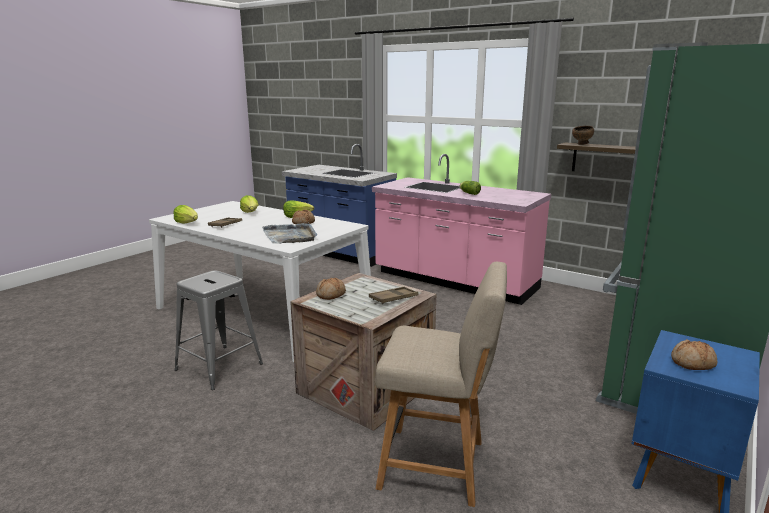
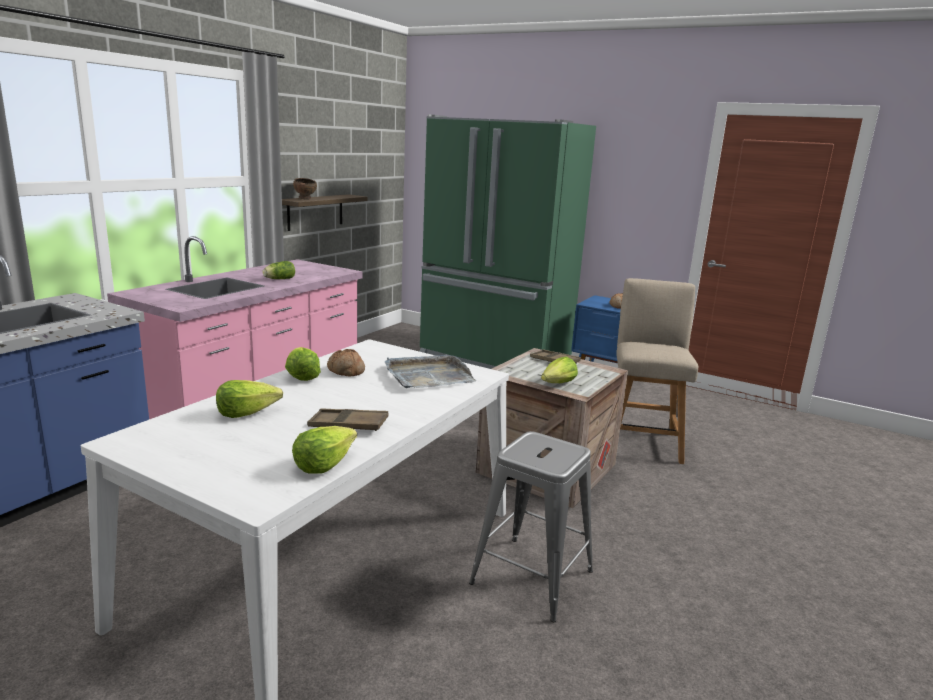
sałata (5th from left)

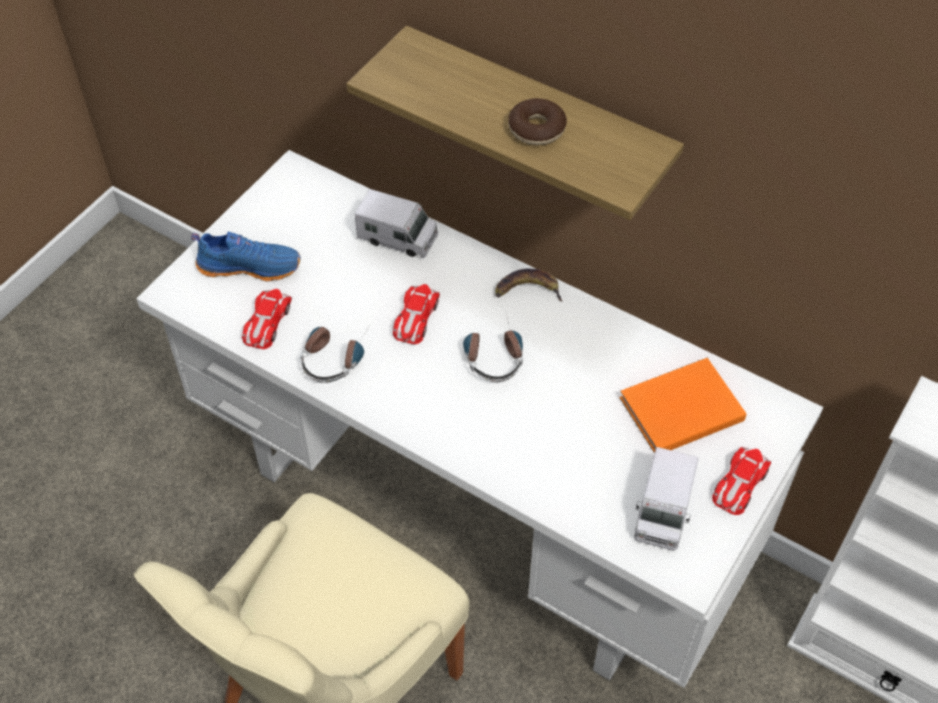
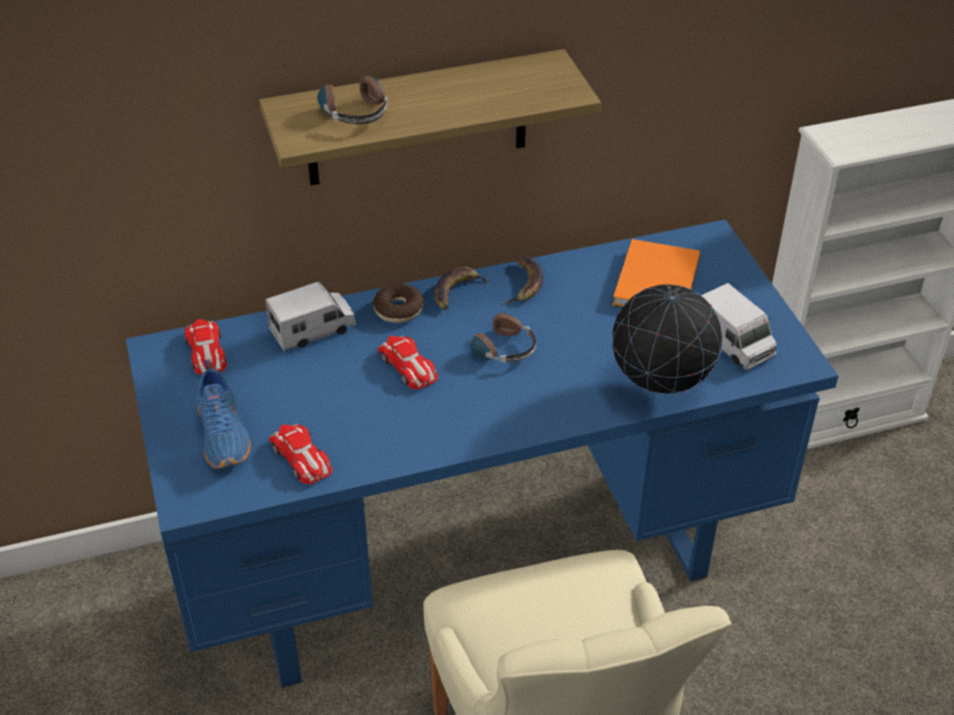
banan (2nd from left); globus; słuchawki (1st from left); donut; samochodzik (1st from left); biurko [niebieski]; but [niebieski]

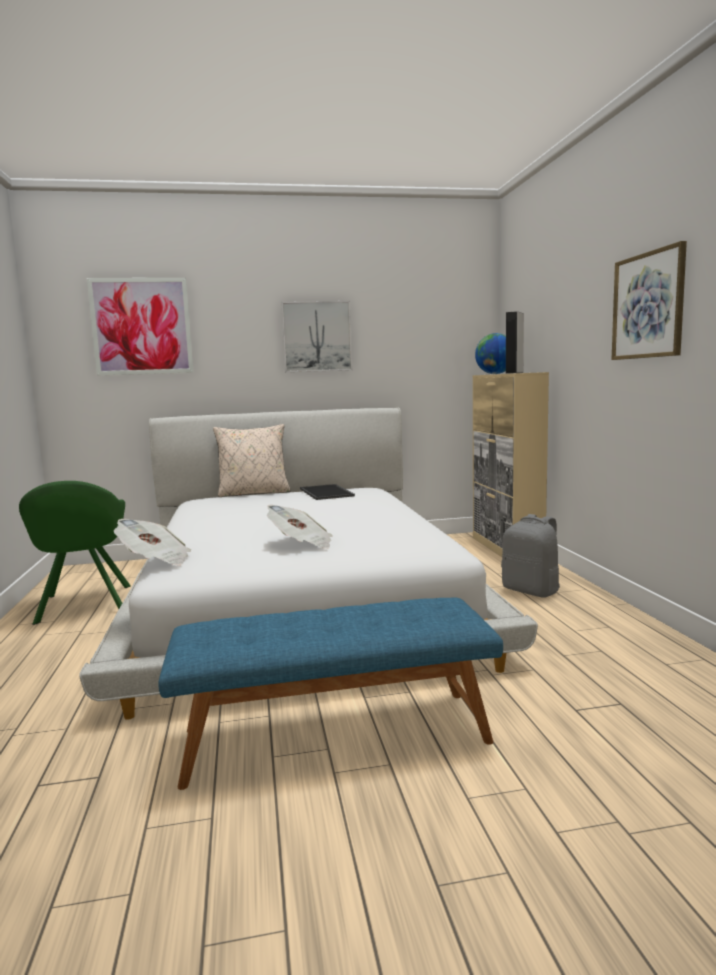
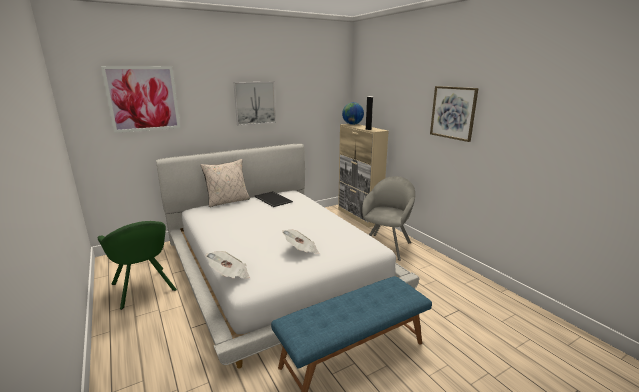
fotel [szary]

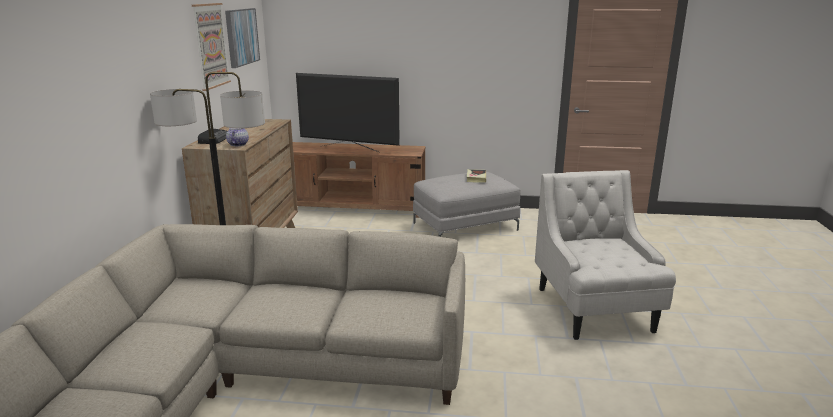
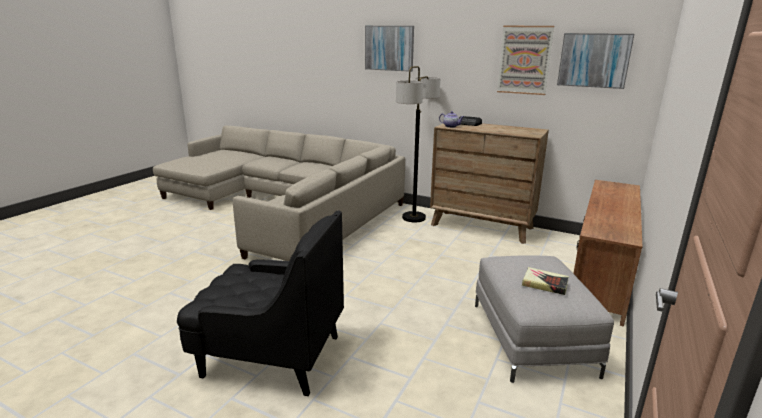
telewizor; obraz (1st from left); fotel [czarny]

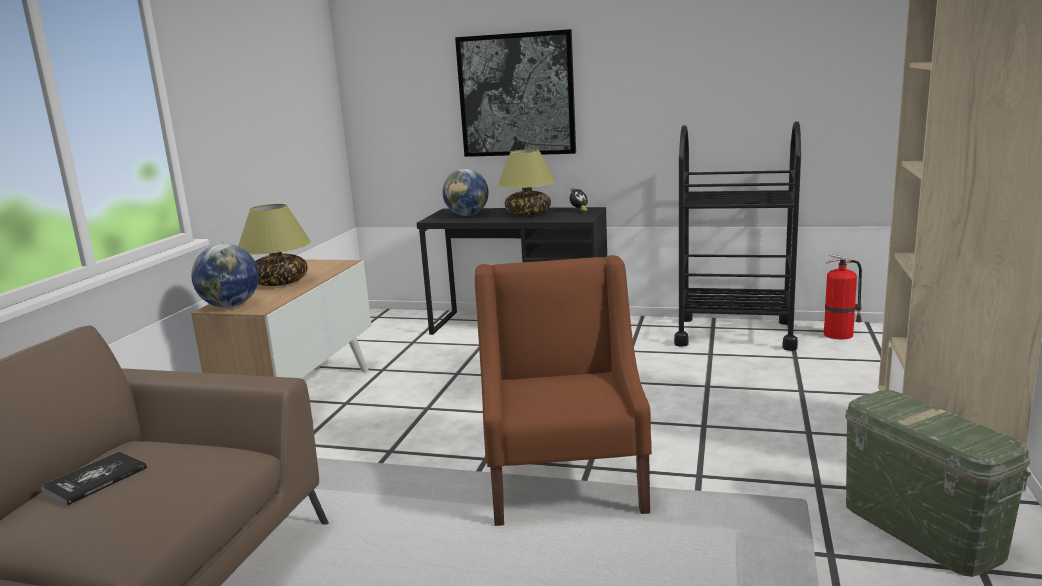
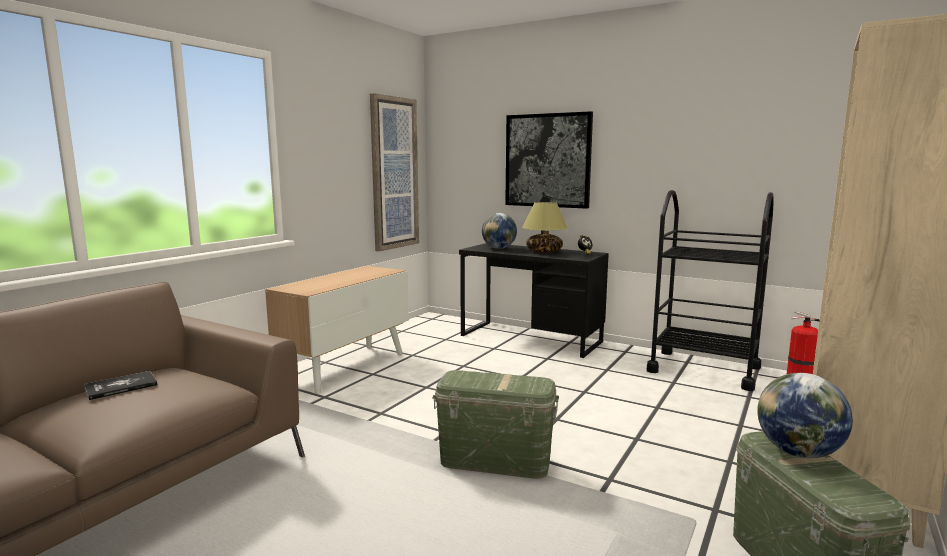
lampa stołowa (1st from left in the first image); obraz (1st from left); globus (2nd from left); pojemnik do przechowywania [zielony] (1st from left)

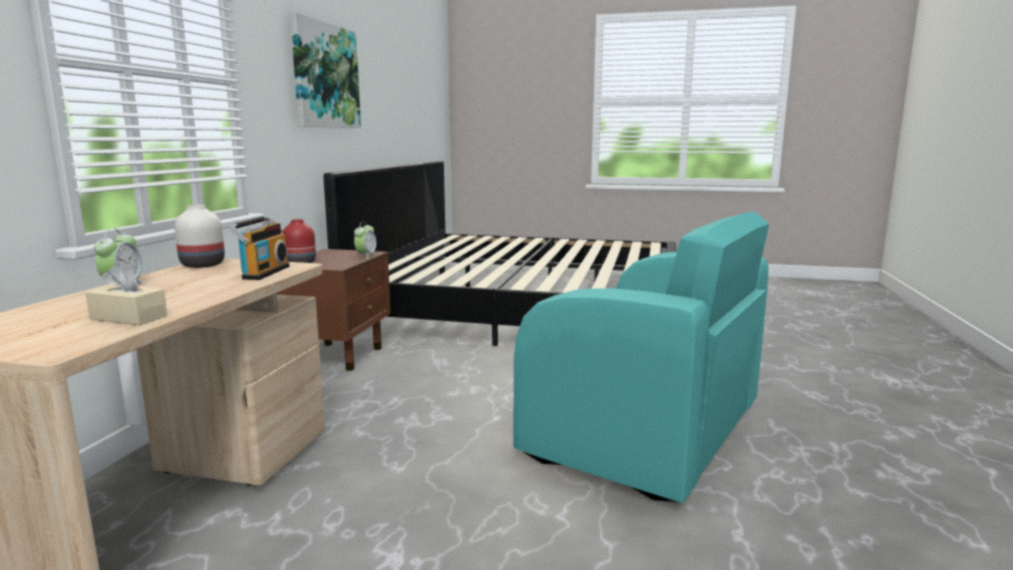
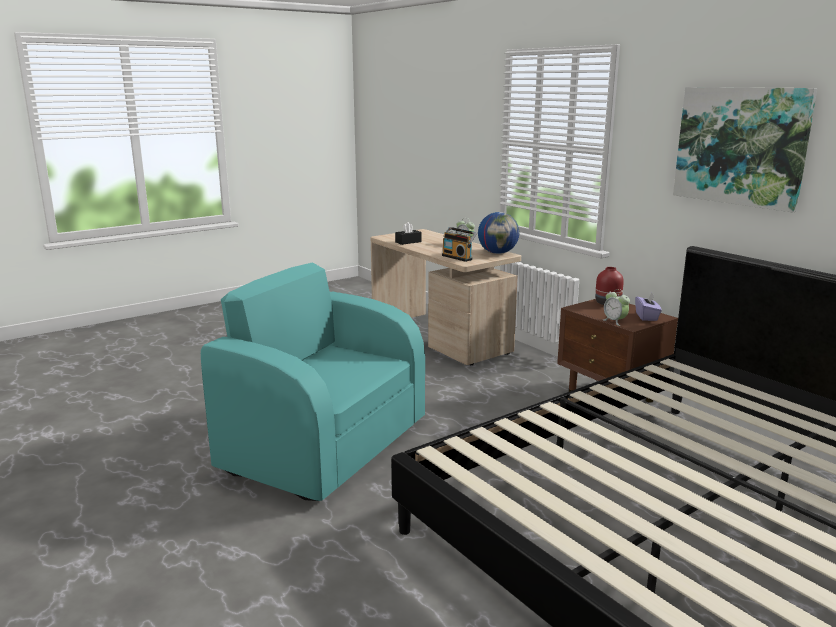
pudełko chusteczek [fioletowy]; globus; pudełko chusteczek [czarny]; fotel [turkusowy]

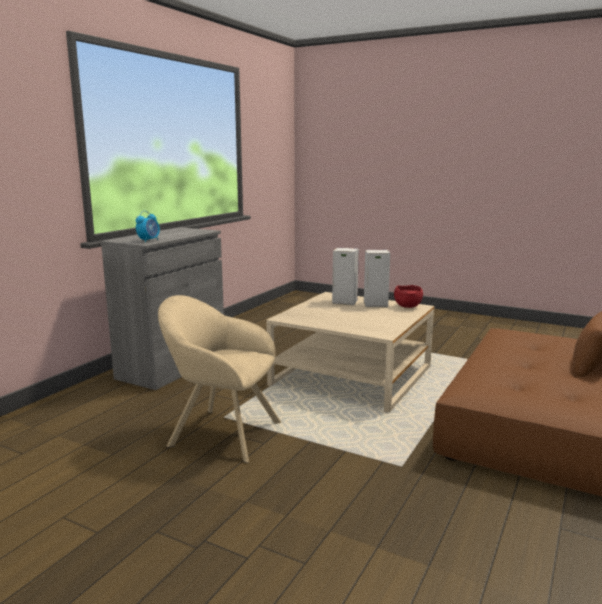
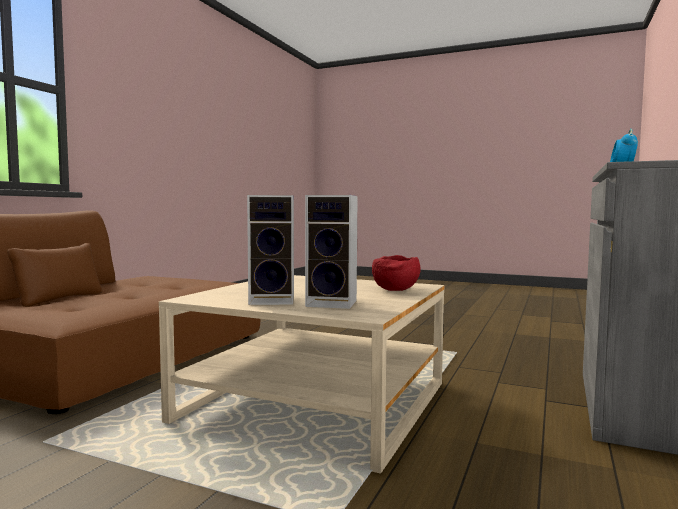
fotel [beżowy]; miska [czerwony]

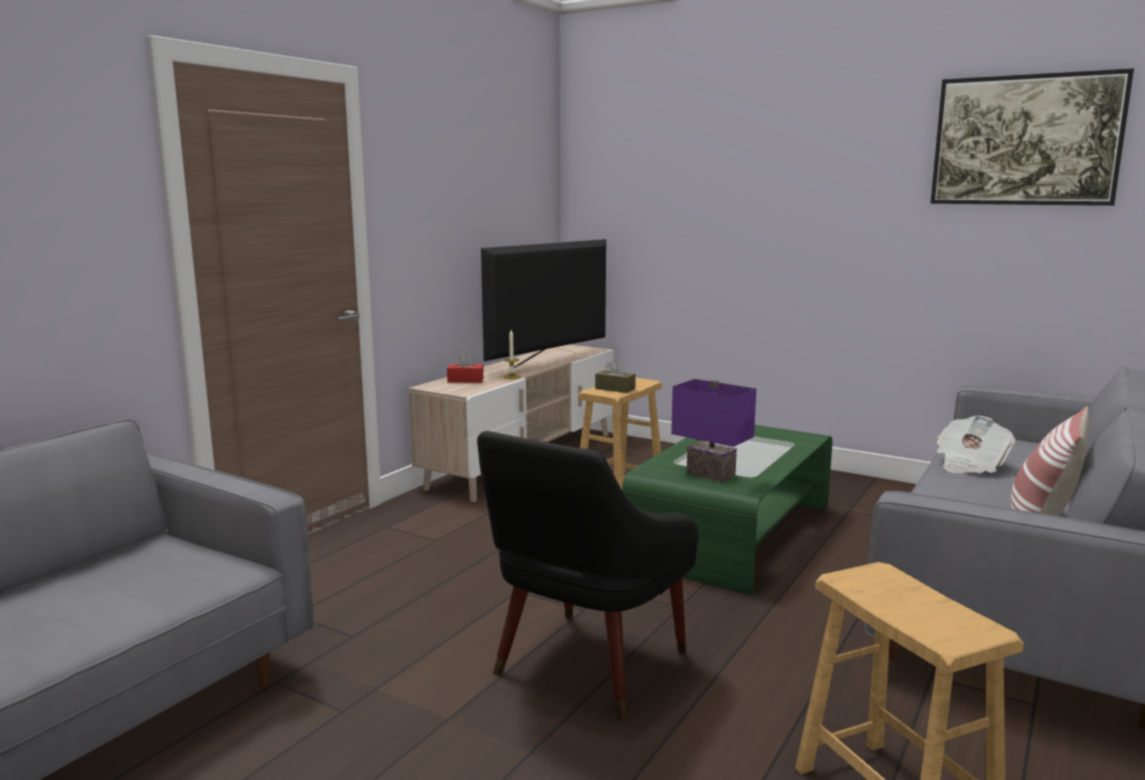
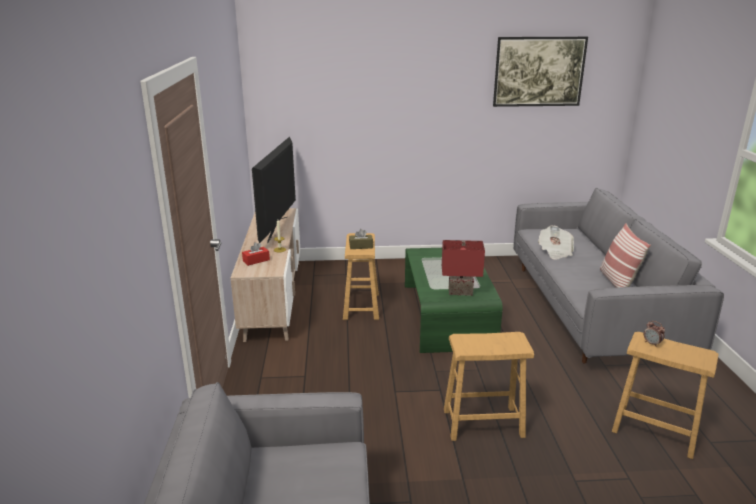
budzik; stołek [brązowy] (2nd from left); lampa stołowa [czerwony]

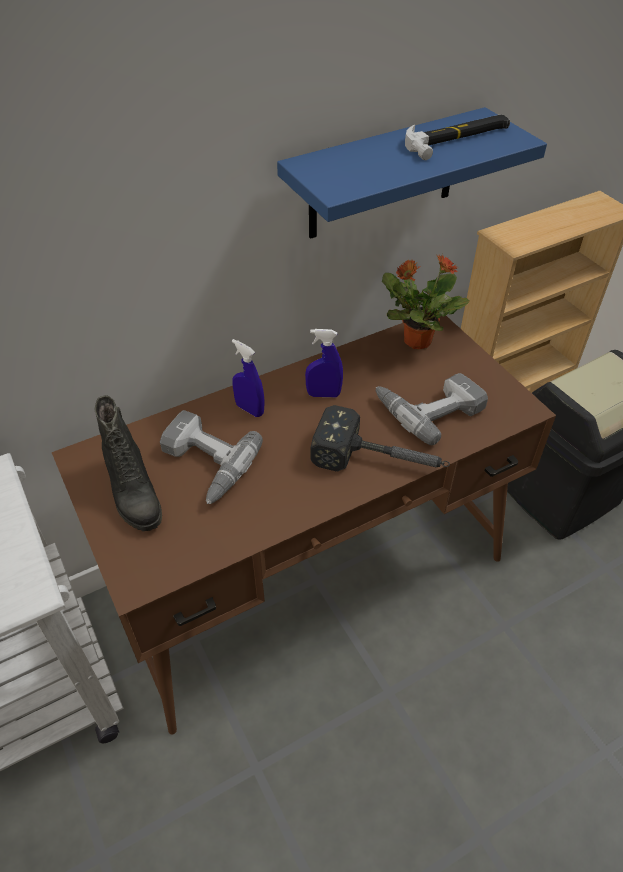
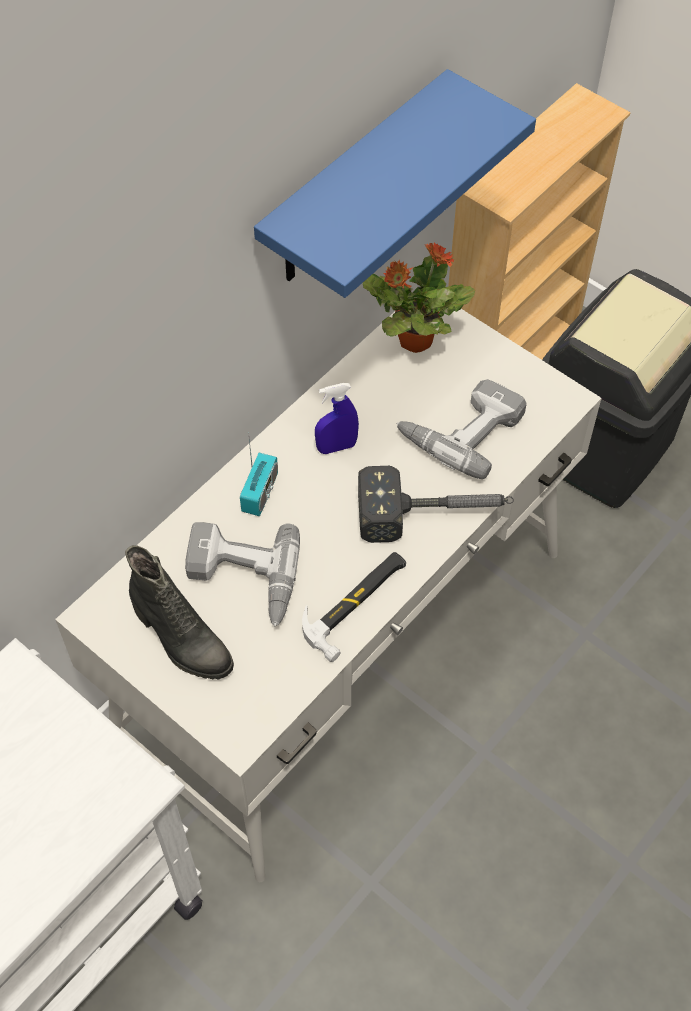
młotek (1st from left); radio; biurko [biały]

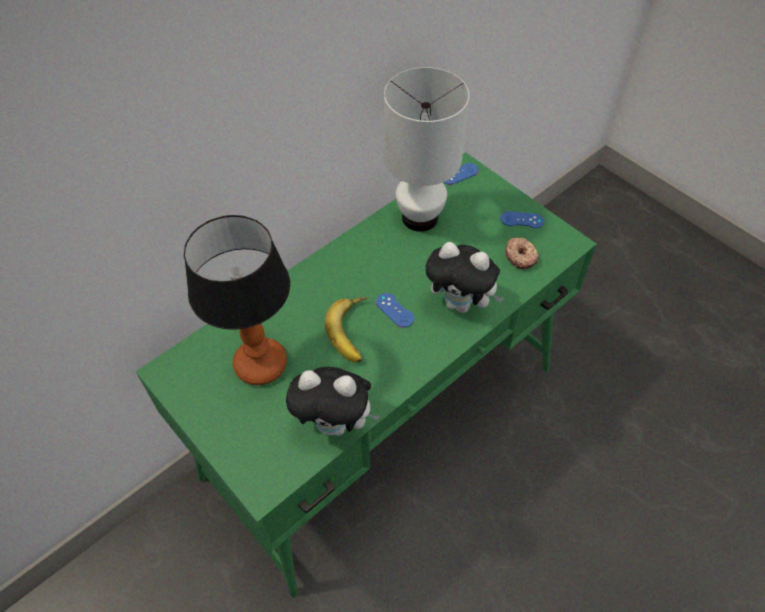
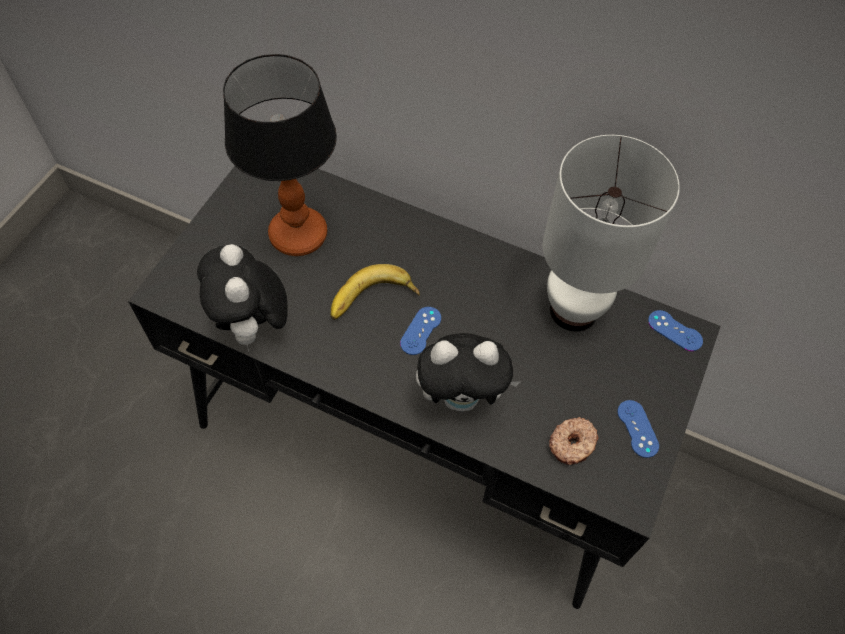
biurko [czarny]; pluszak (2nd from left)

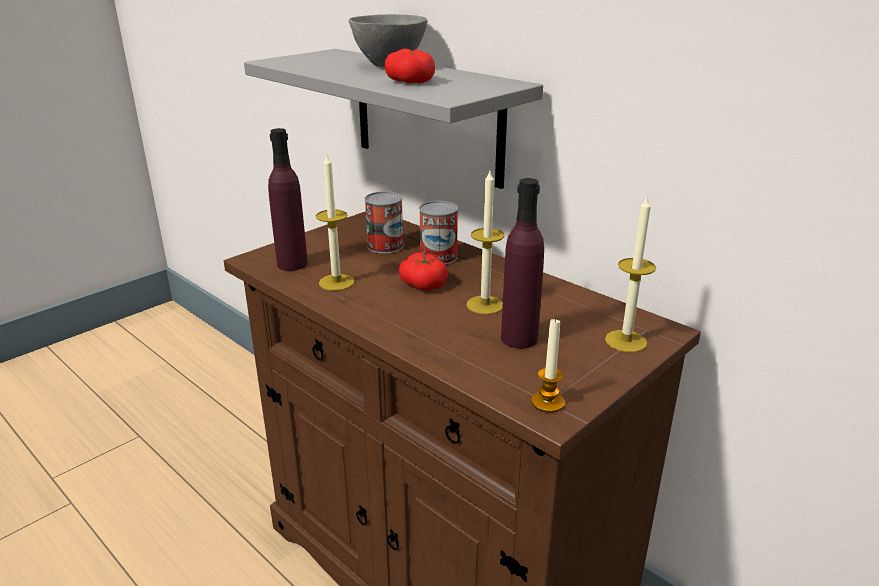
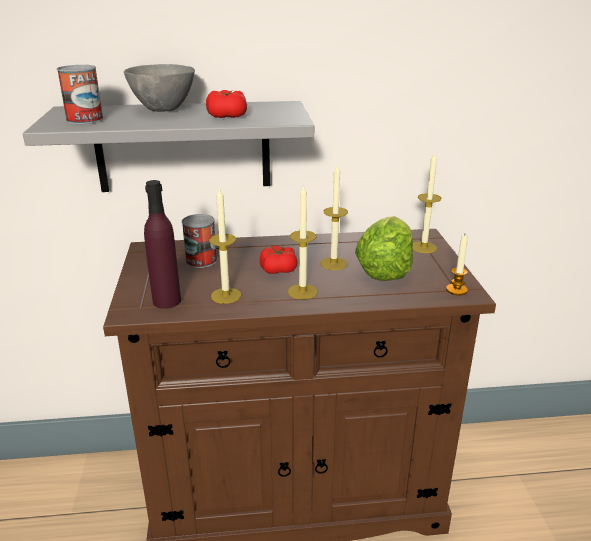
świeca (2nd from left); puszka (1st from left); sałata

